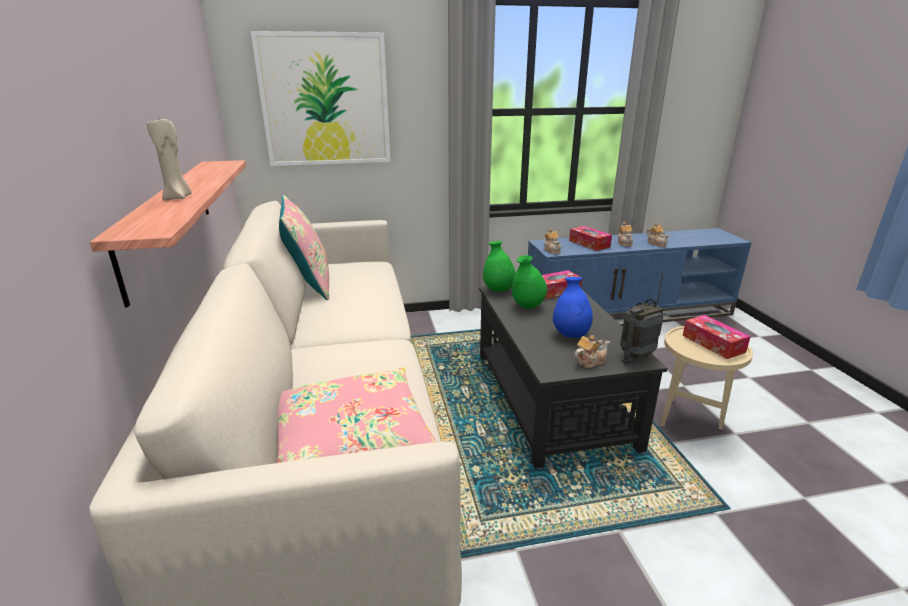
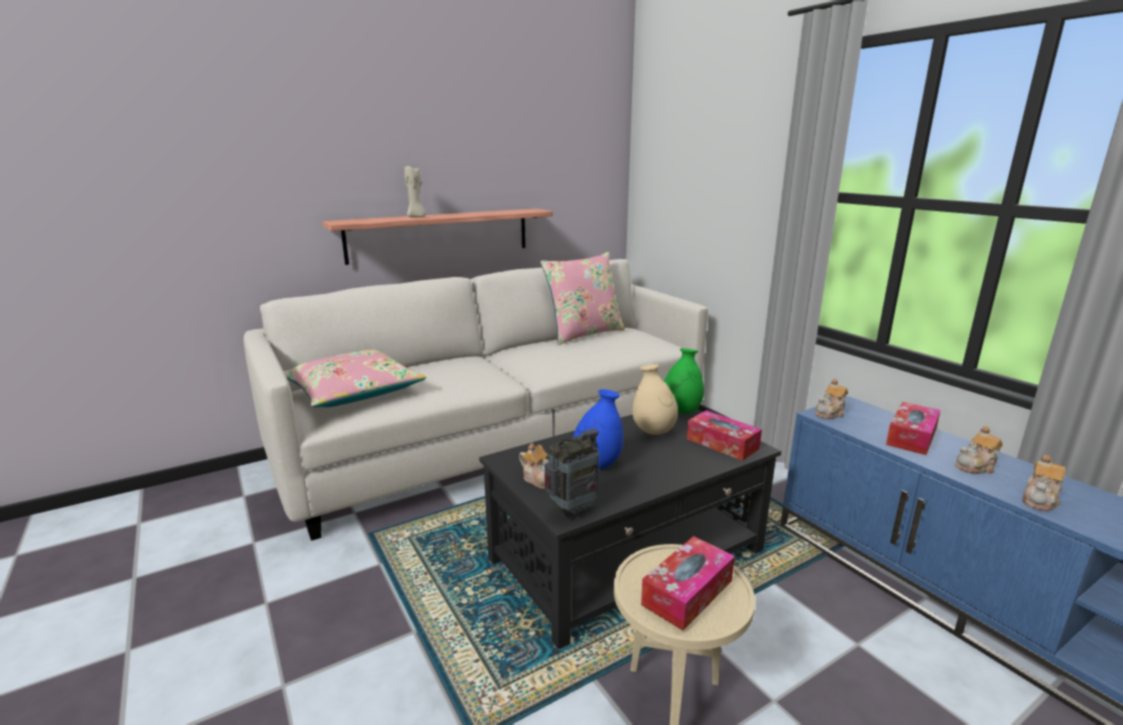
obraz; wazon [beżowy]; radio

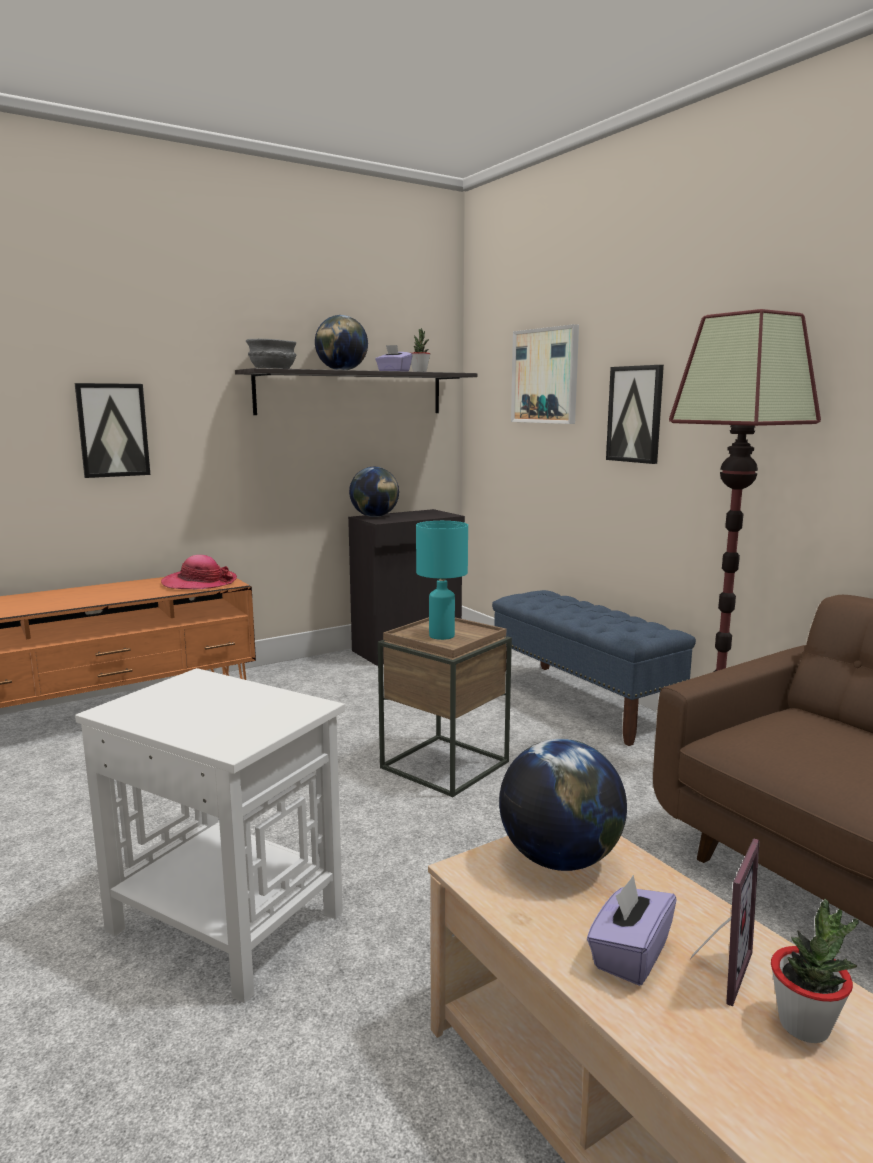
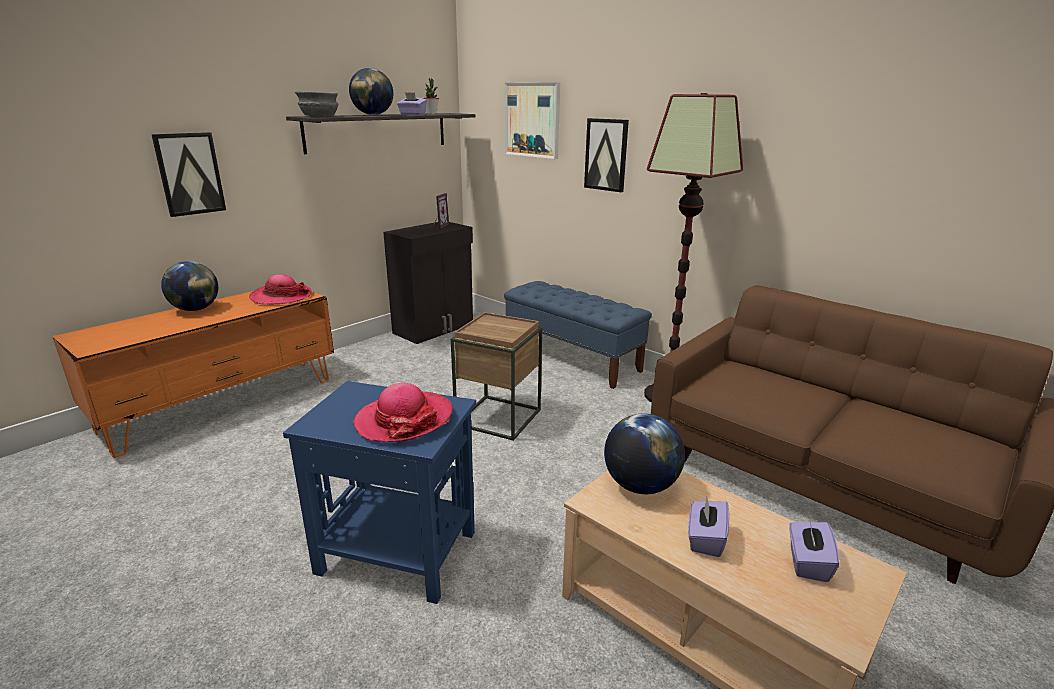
lampa stołowa [turkusowy]; kapelusz (2nd from left); globus (1st from left); ramka na zdjęcie; pudełko chusteczek [fioletowy] (3rd from left); stolik [niebieski]

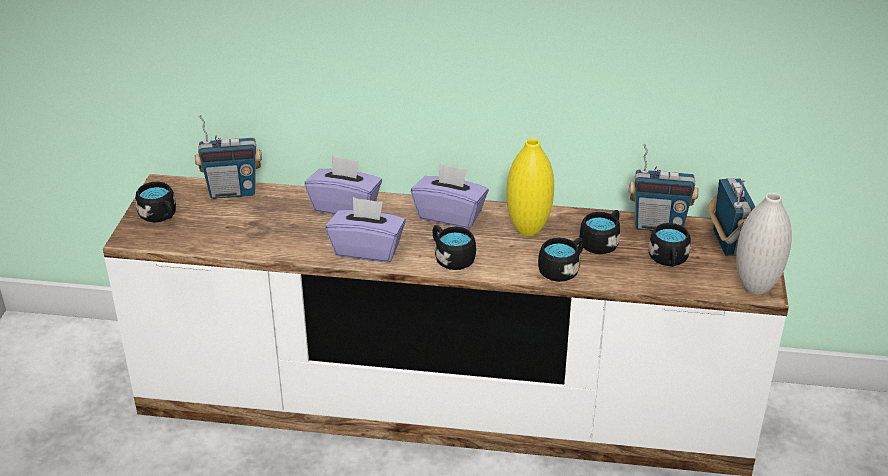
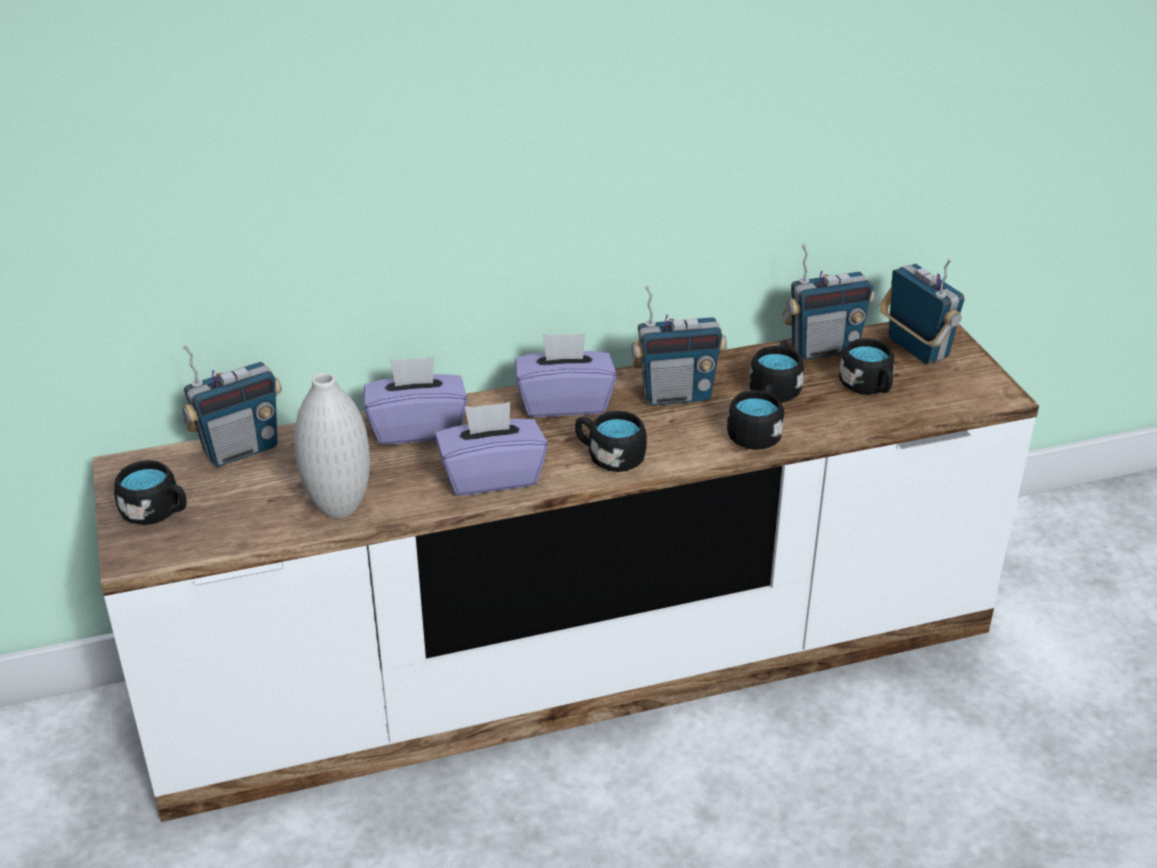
wazon [biały]; radio (2nd from left)

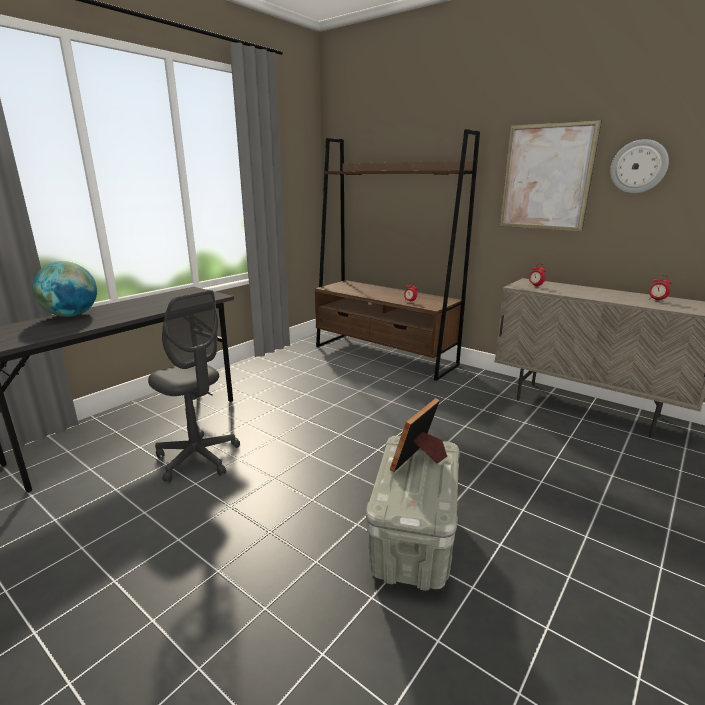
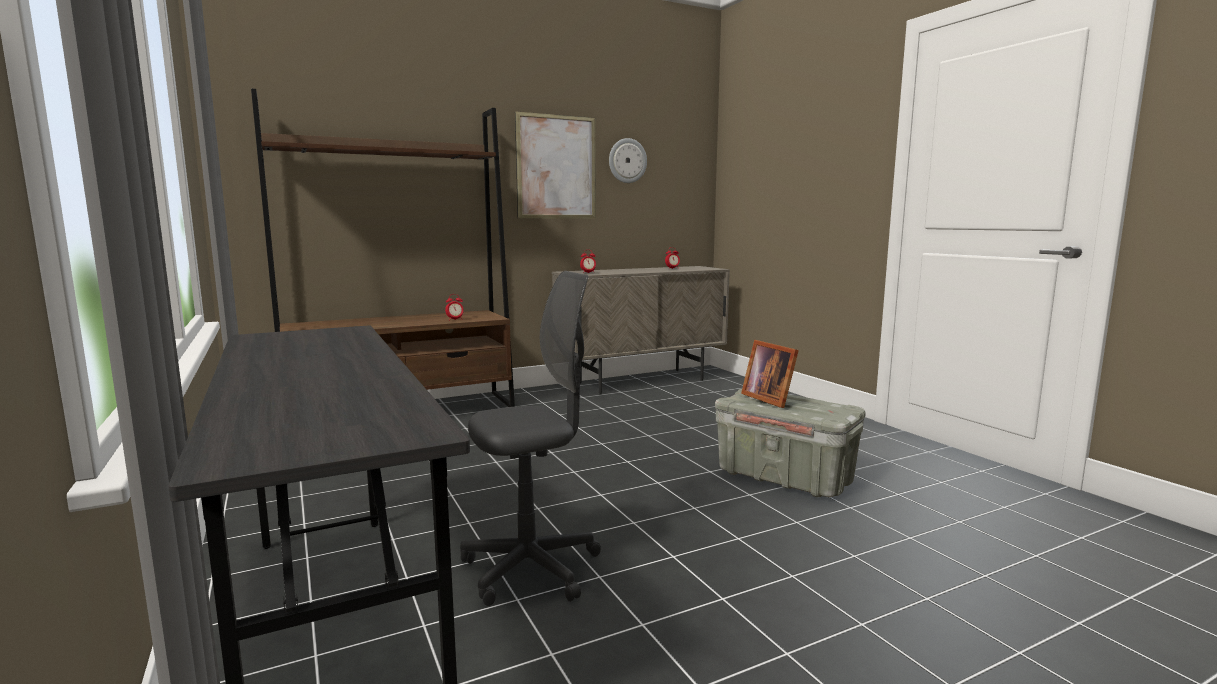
globus

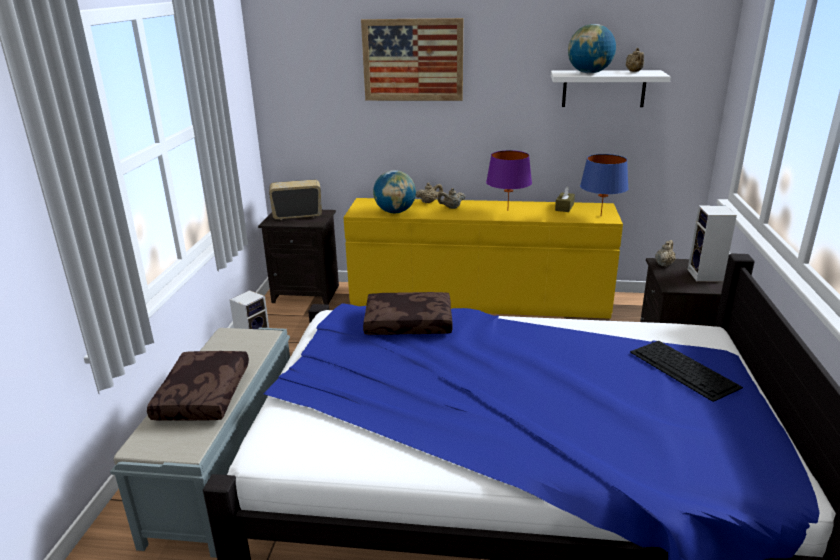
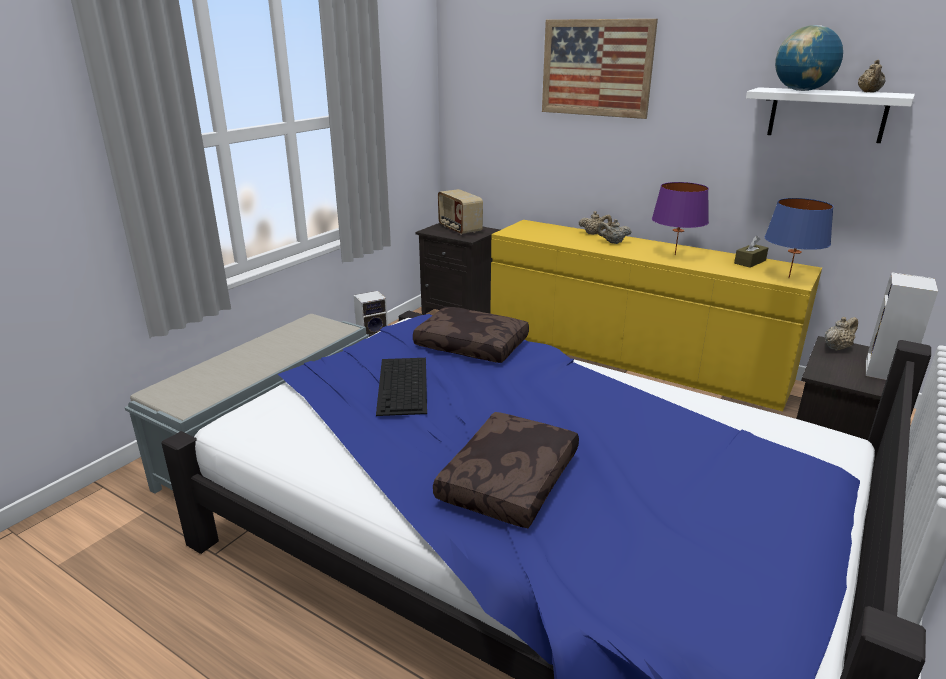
globus (1st from left in the first image); poduszka [brązowy] (2nd from left); klawiatura; radio

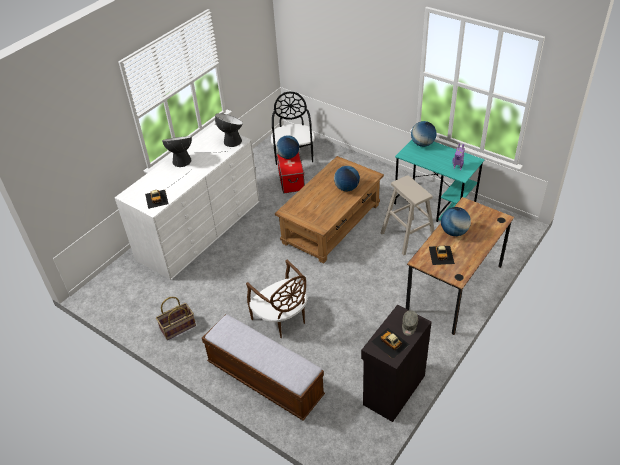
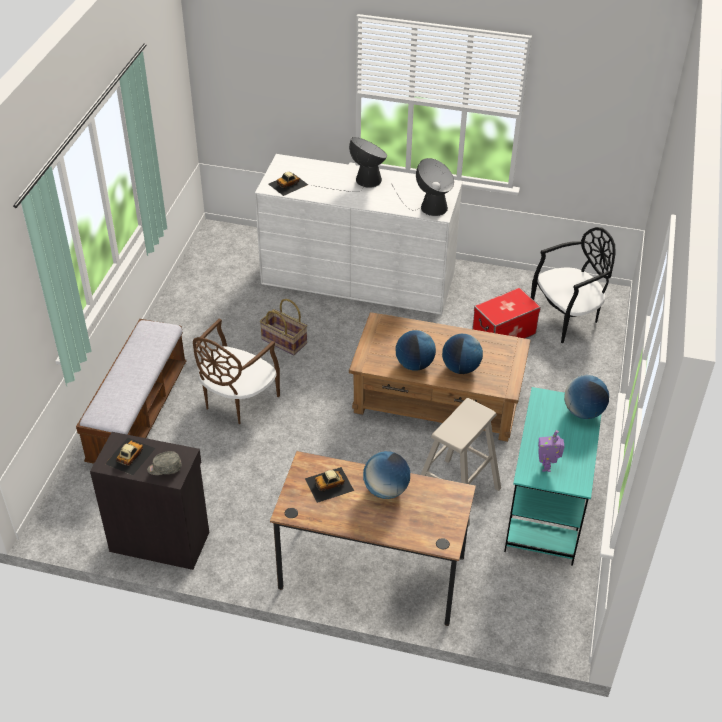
koszyk; globus (2nd from left)

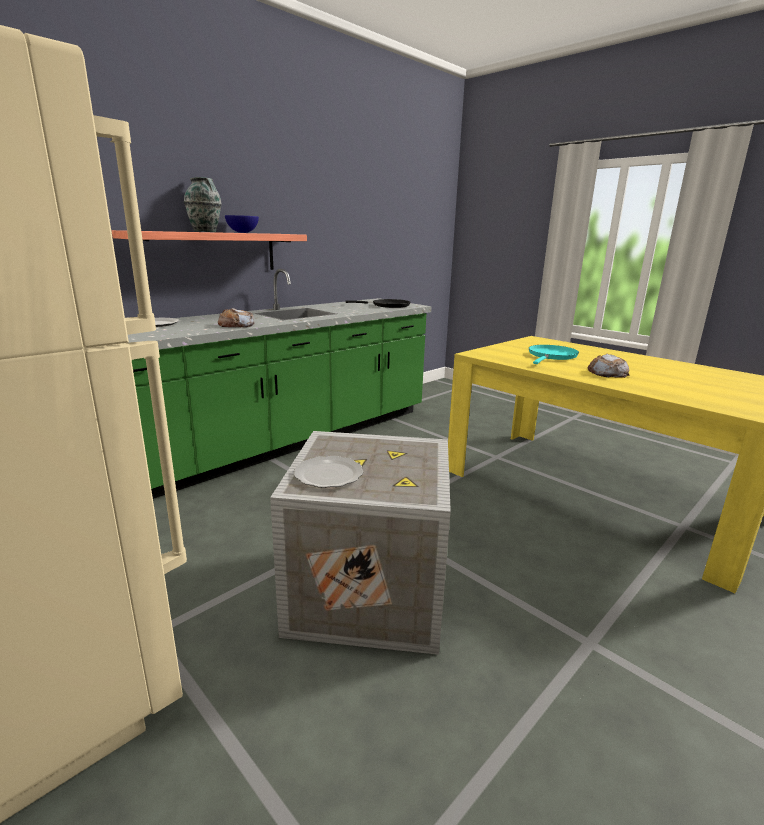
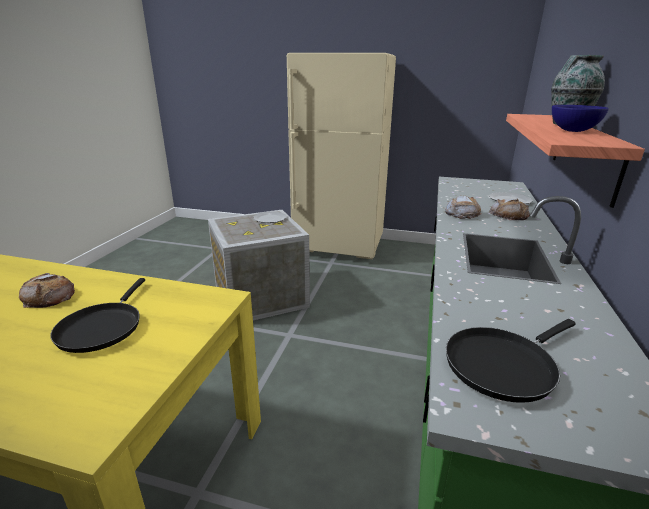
chleb (3rd from left); patelnia [czarny] (1st from left)

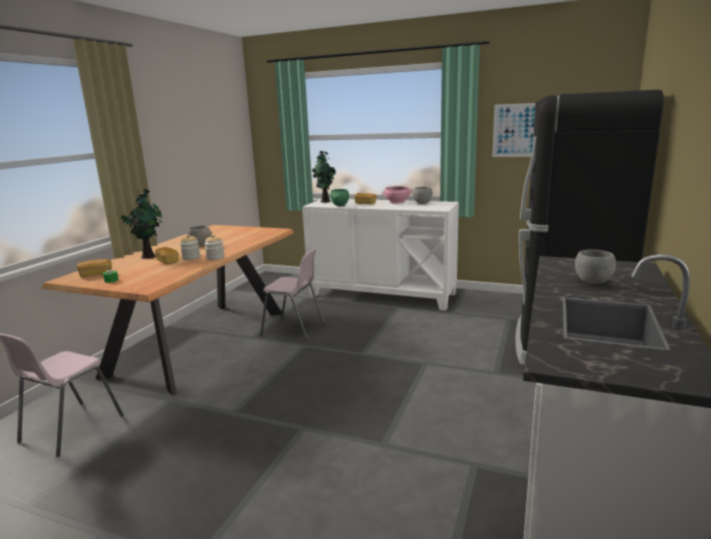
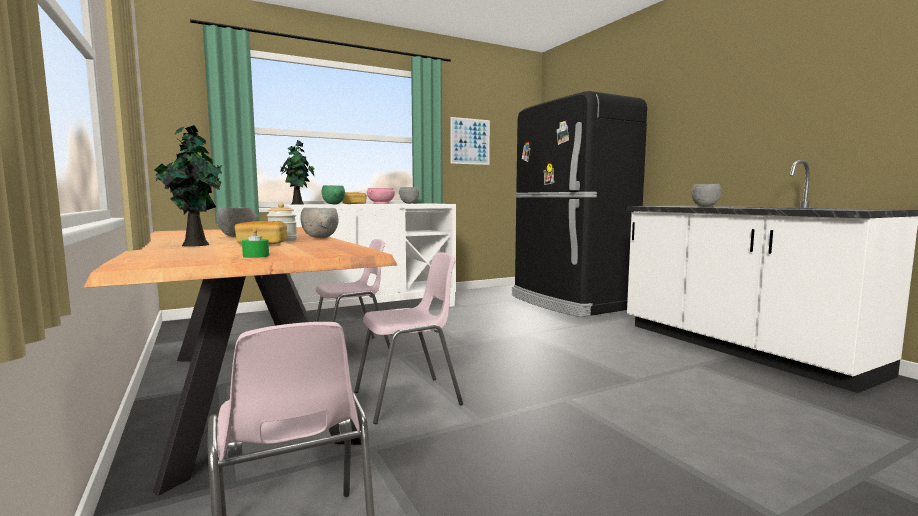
chleb (1st from left in the first image); krzesło [różowy] (3rd from left); miska [szary] (2nd from left)

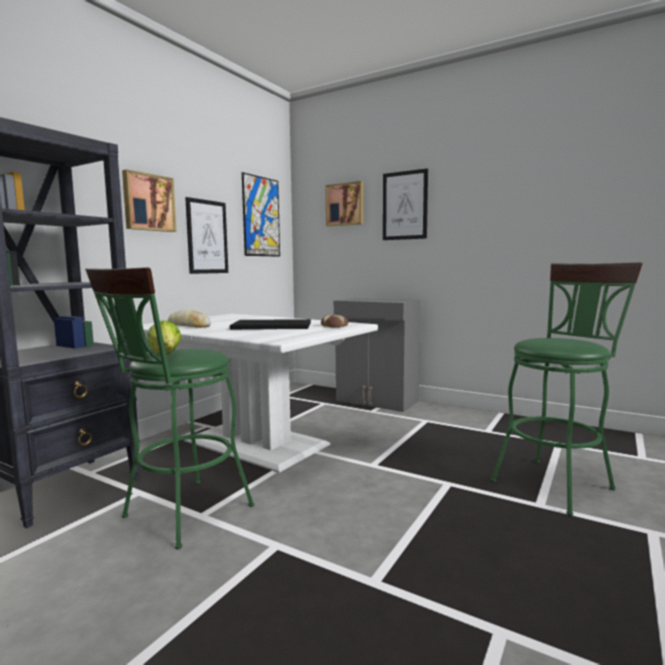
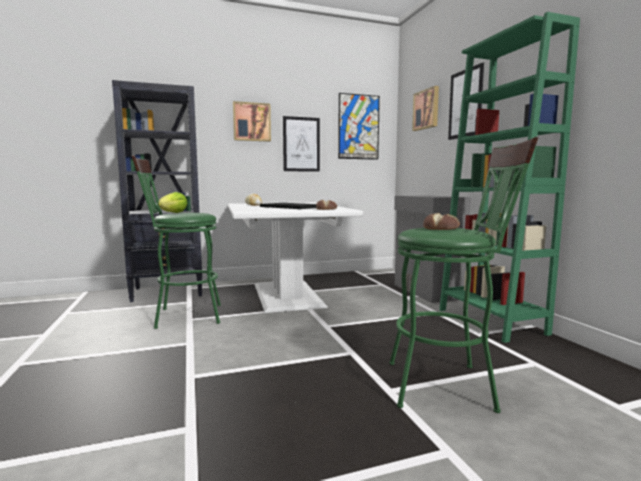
chleb (3rd from left); regał [zielony]

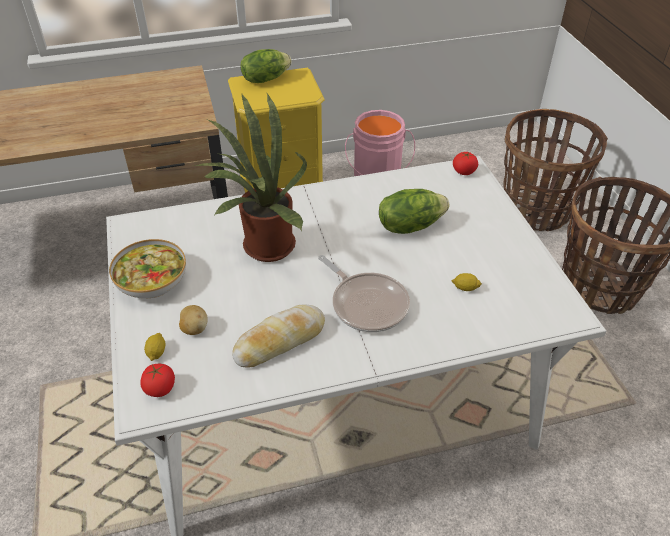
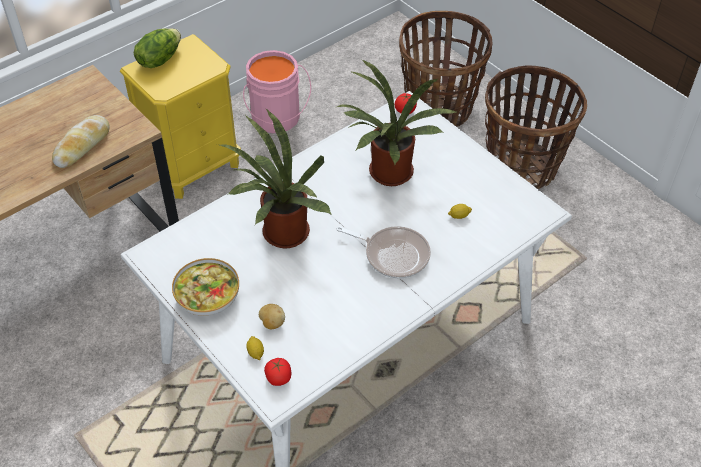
chleb; roślina doniczkowa (2nd from left)

